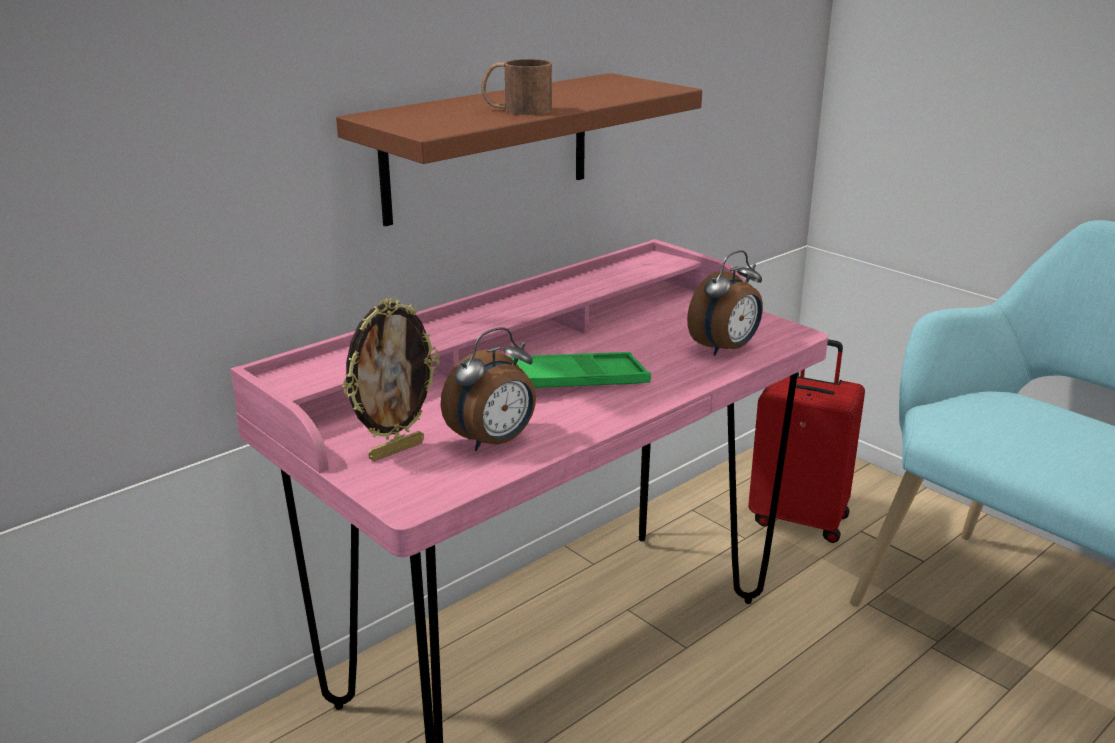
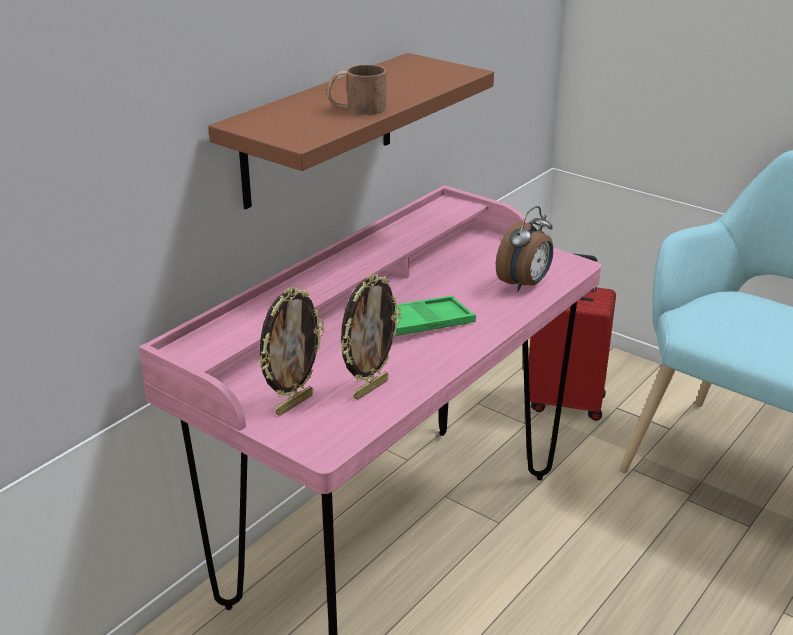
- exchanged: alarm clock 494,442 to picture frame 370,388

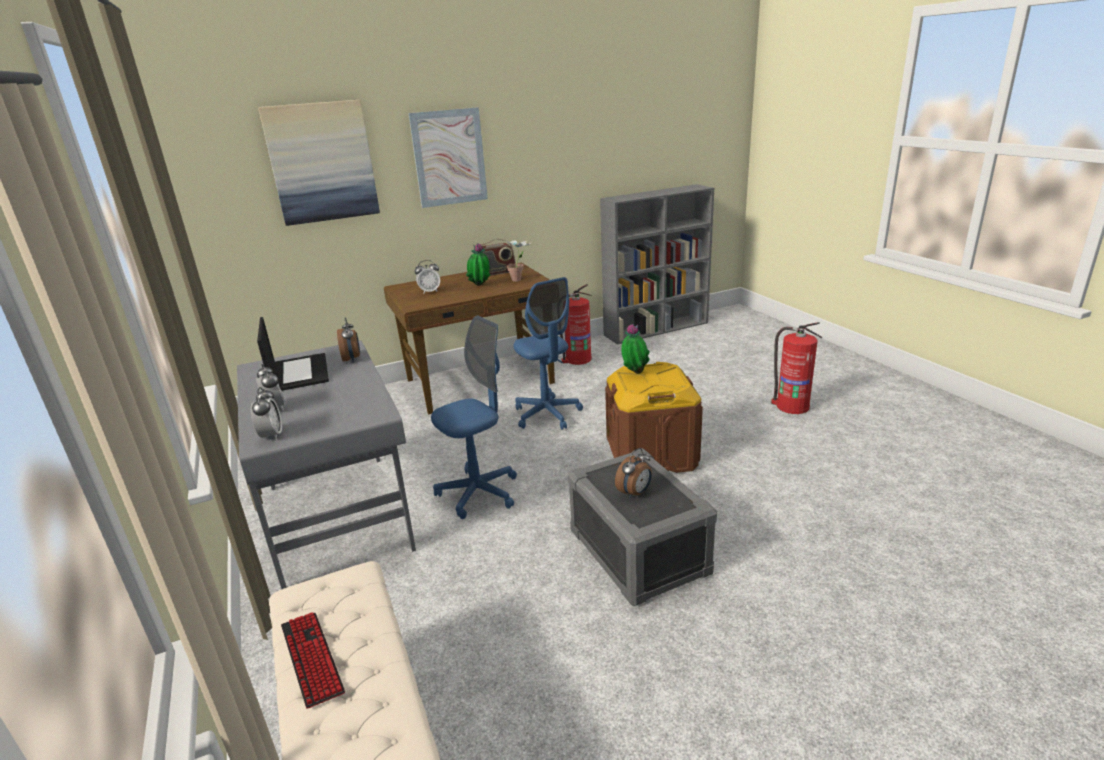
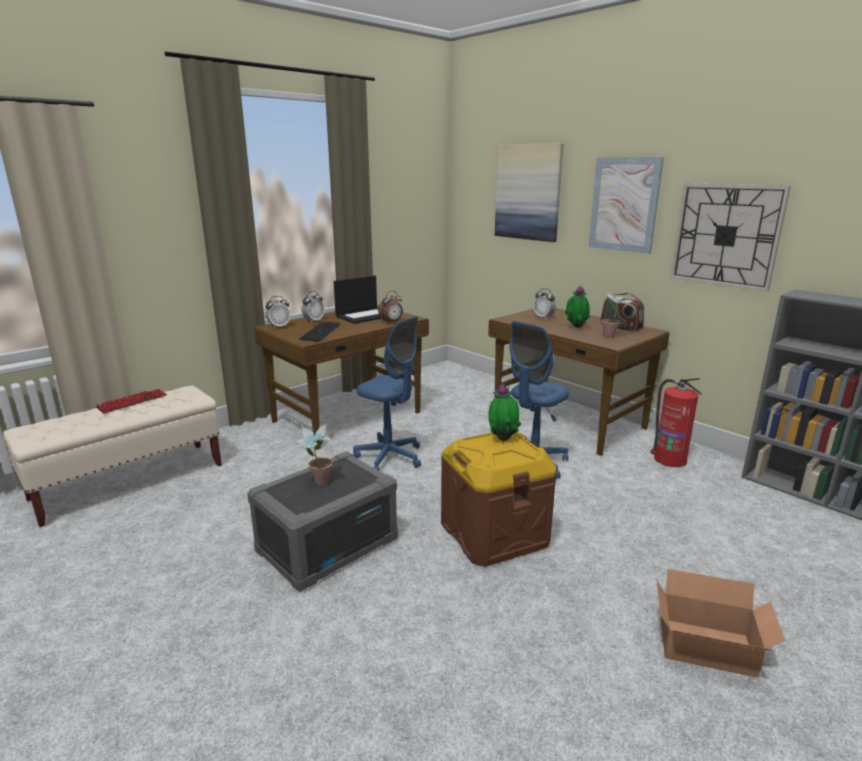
- colour: grey desk 339,514 to brown desk 349,417
- exchanged: alarm clock 635,493 to potted plant 318,484
- exchanged: fire extinguisher 791,406 to cardboard box 709,650
- appeared: keyboard 320,331
- appeared: wall clock 726,235

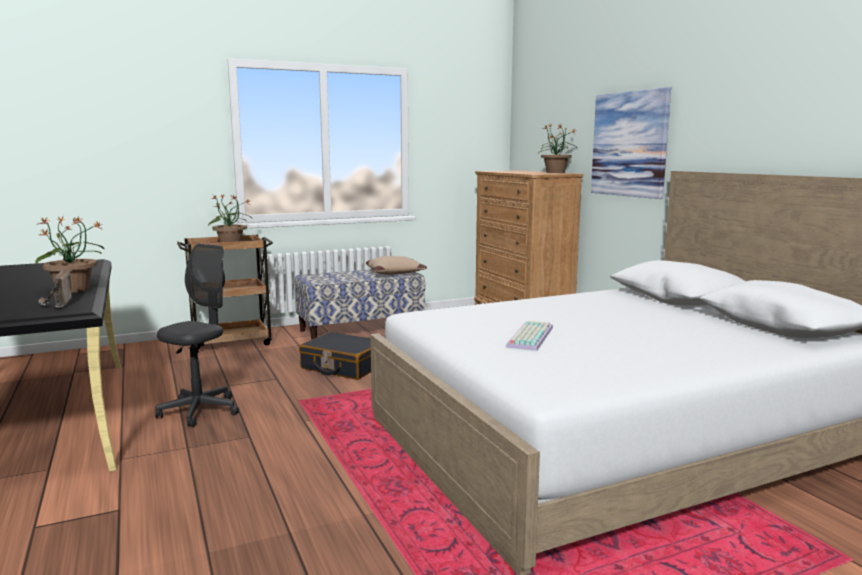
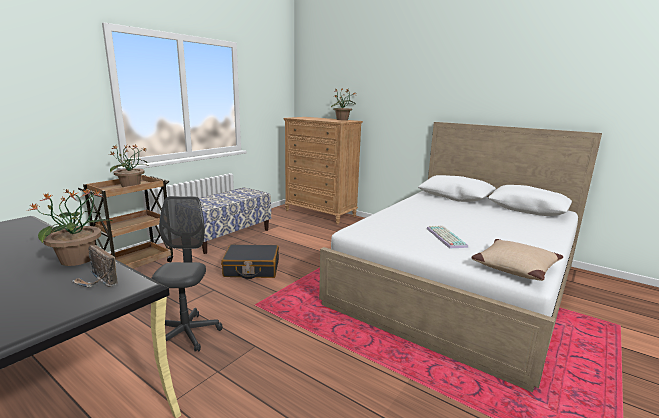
- relocated: beige pillow 395,273 to 514,267
- missing: picture 629,144

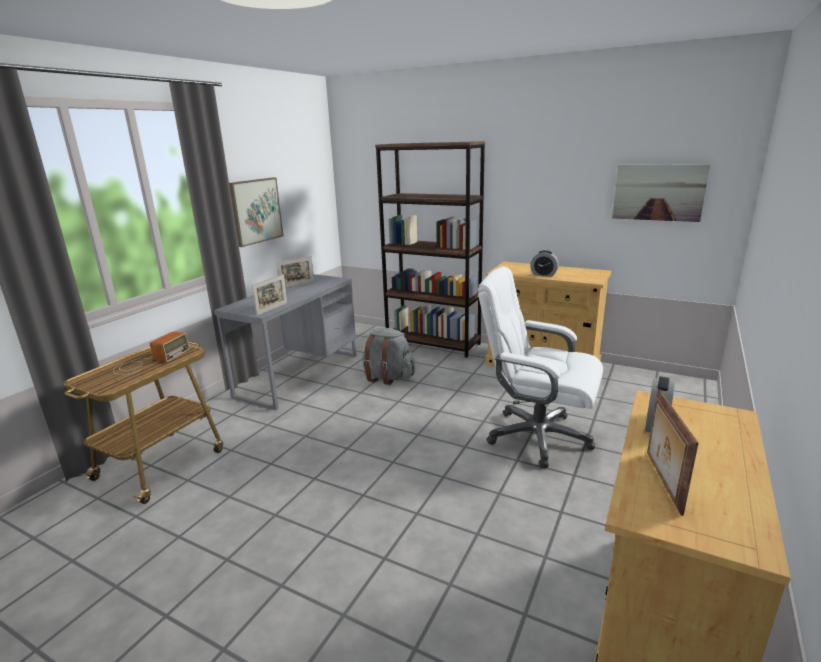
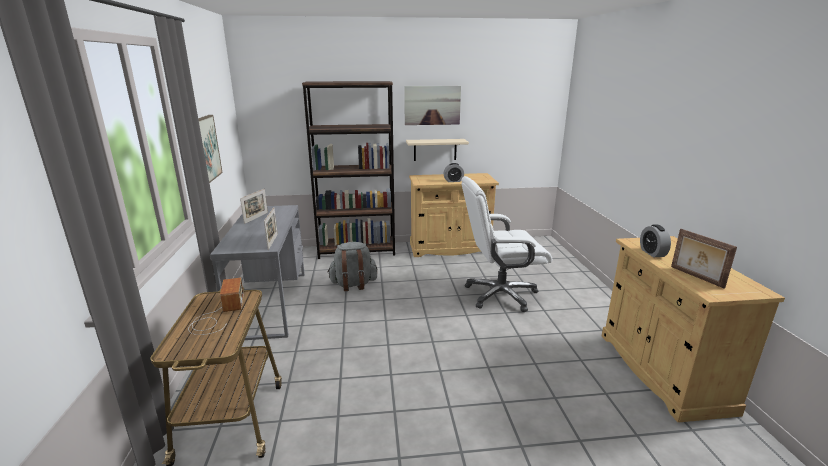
- relocated: picture 658,192 to 432,105
- appeared: beige shelf 435,149

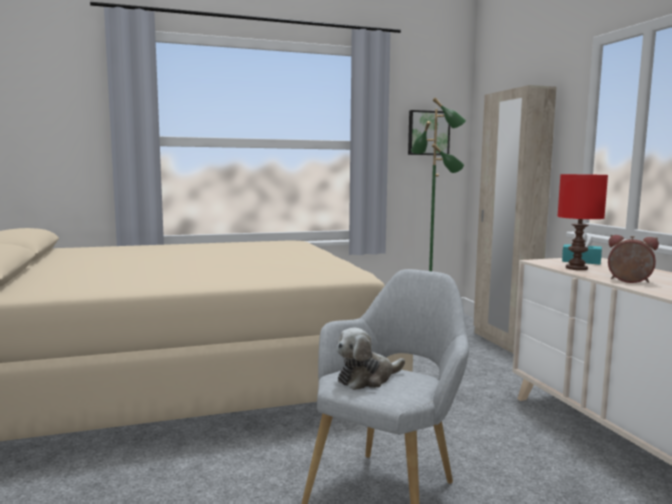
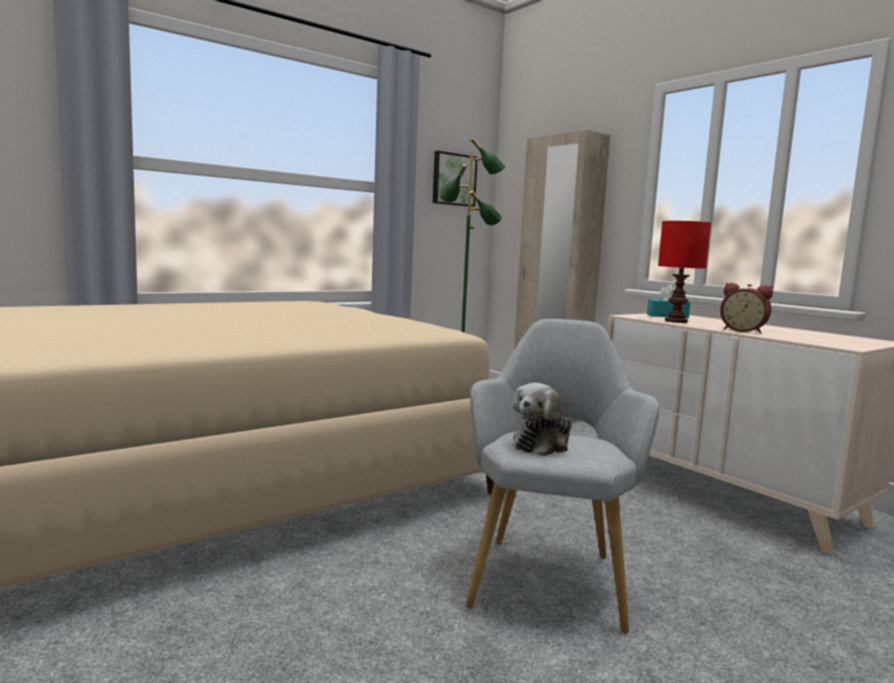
- spun: alarm clock 629,281 = 743,331 150 degrees counterclockwise

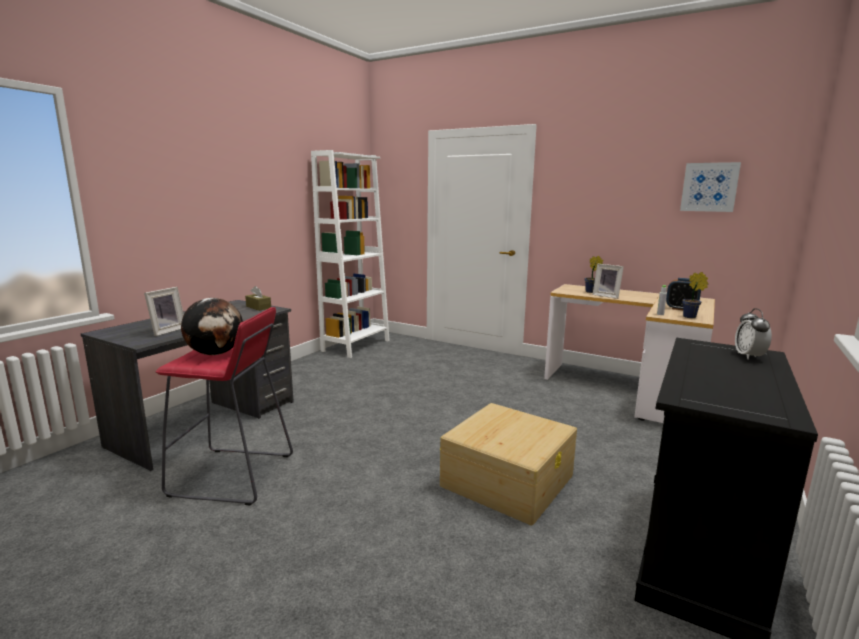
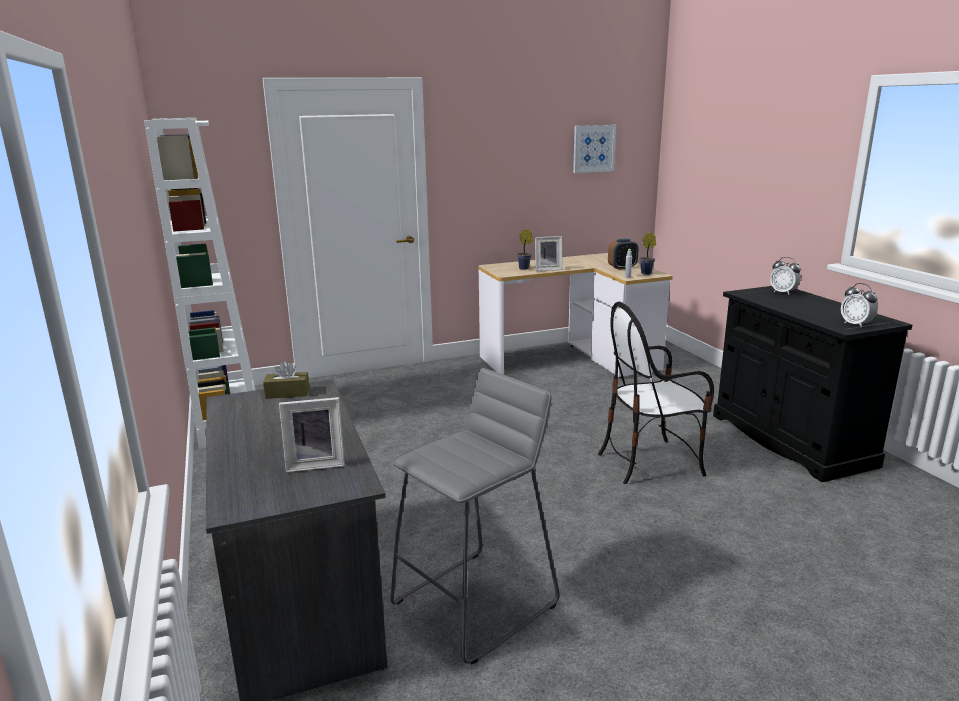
- spun: picture frame 166,331 = 316,463 105 degrees clockwise
- colour: red stool 232,475 to grey stool 476,603
- missing: globe 216,353
- exchanged: beige storage box 508,480 to chair 650,462
- appeared: alarm clock 856,324

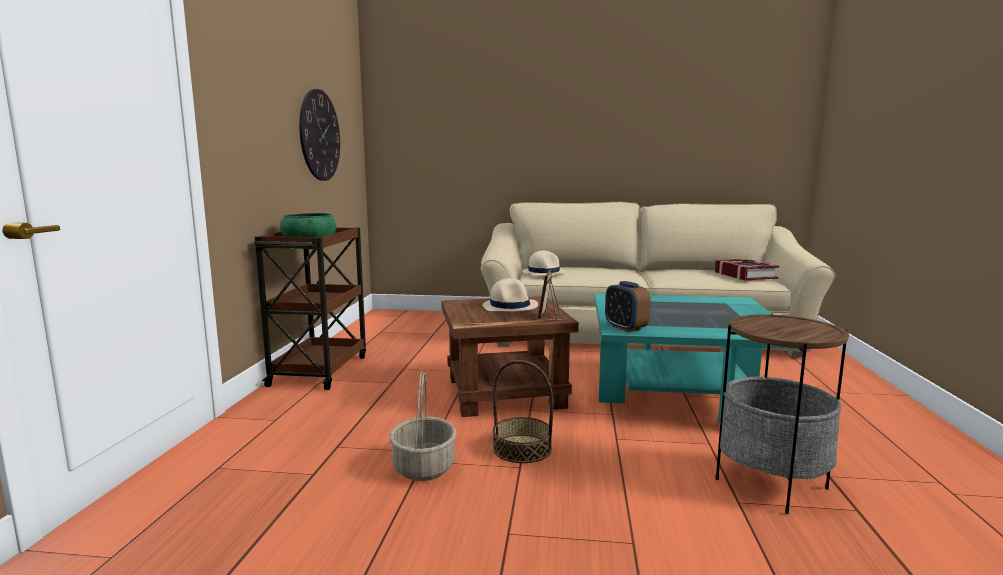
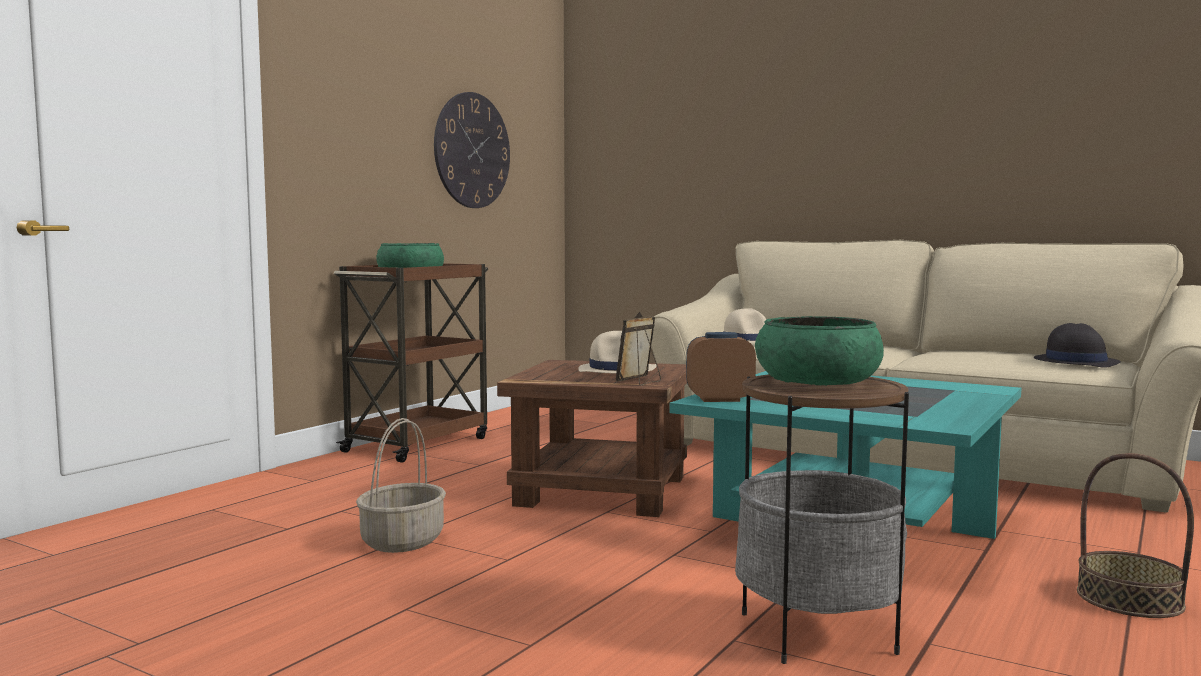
- relocated: basket 522,448 to 1130,599
- spun: alarm clock 625,328 = 719,399 90 degrees clockwise
- exchanged: book 744,275 to black hat 1075,362
- appeared: green bowl 818,381

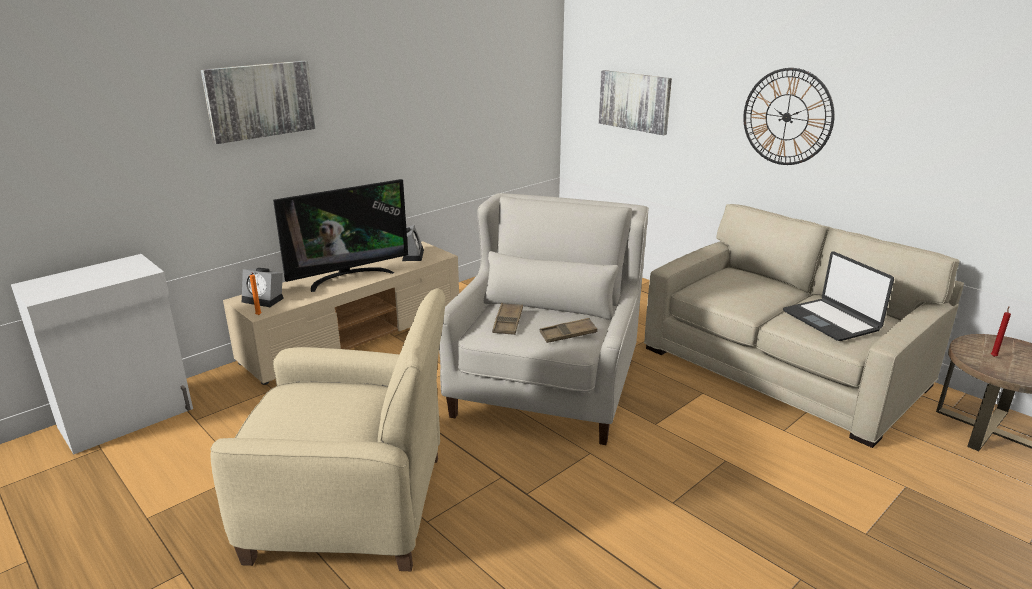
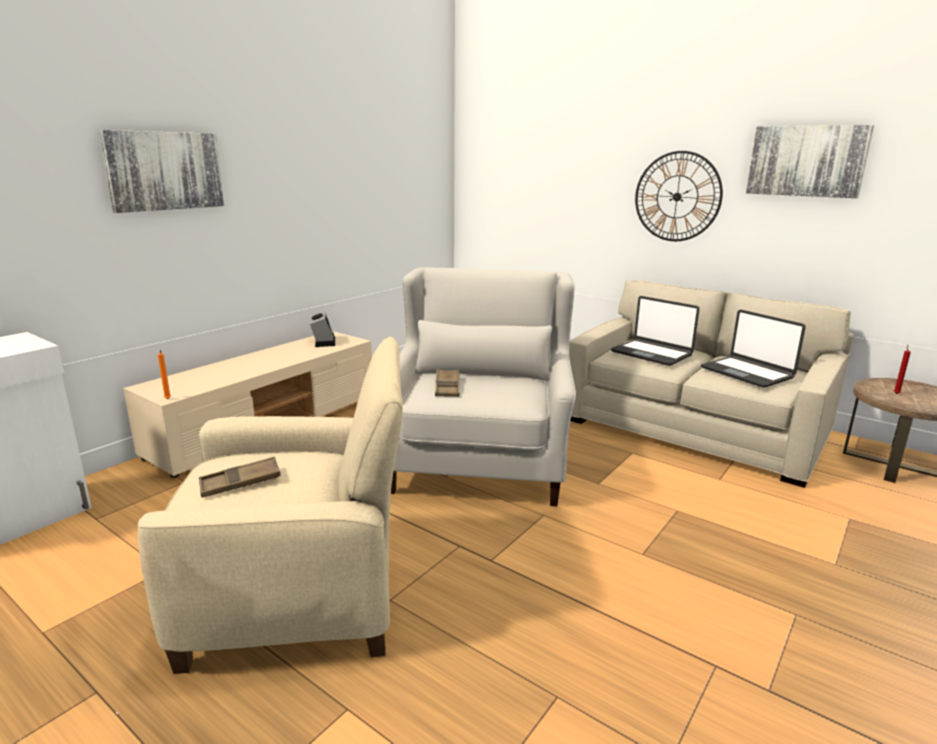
- missing: alarm clock 265,299
- missing: television 348,277
- relocated: brown tray 568,334 to 240,482
- relocated: picture 634,101 to 806,161
- appeared: laptop 652,353

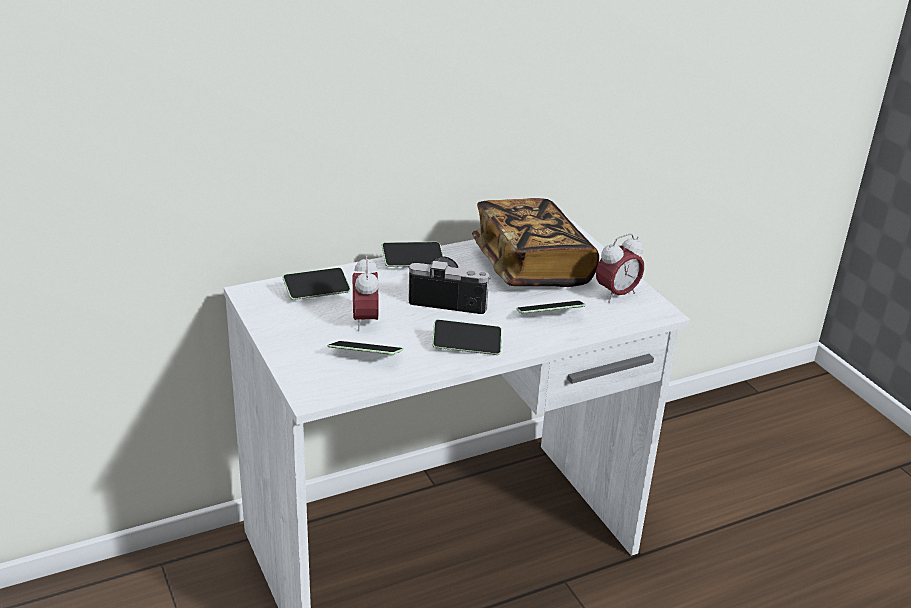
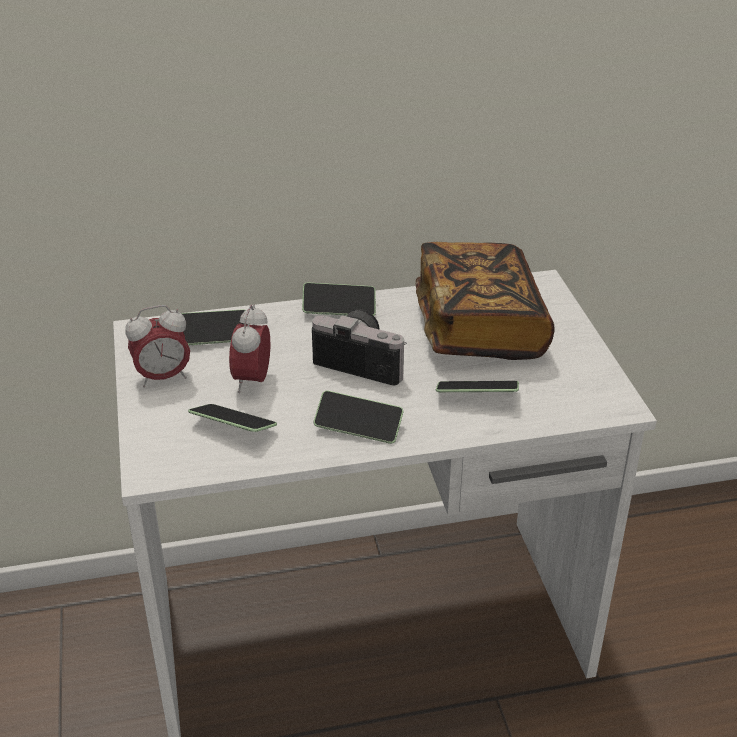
- relocated: alarm clock 616,294 to 163,377

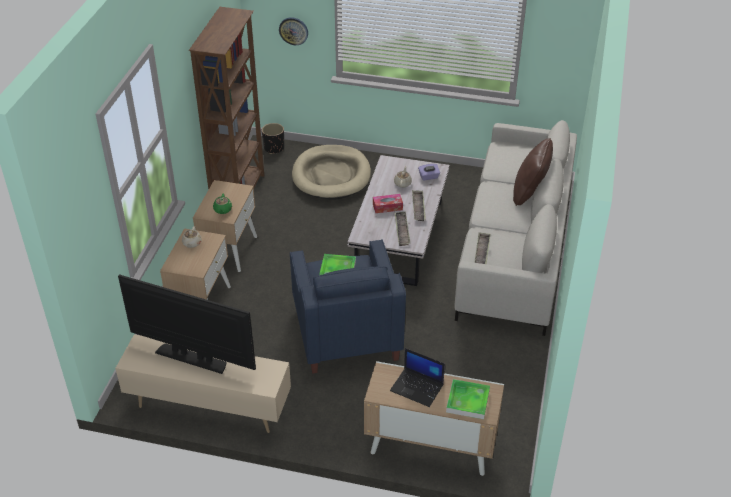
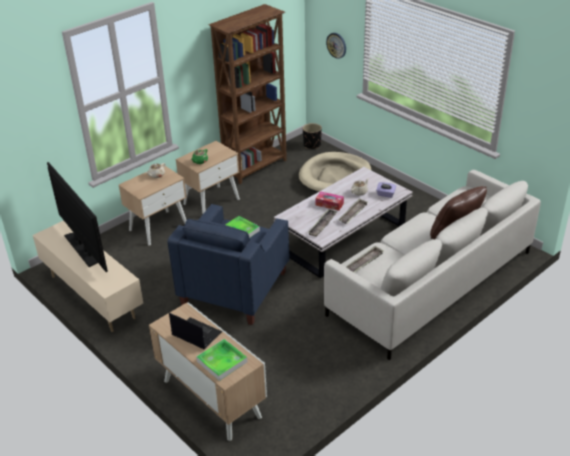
- spun: laptop 417,387 = 196,334 150 degrees clockwise

